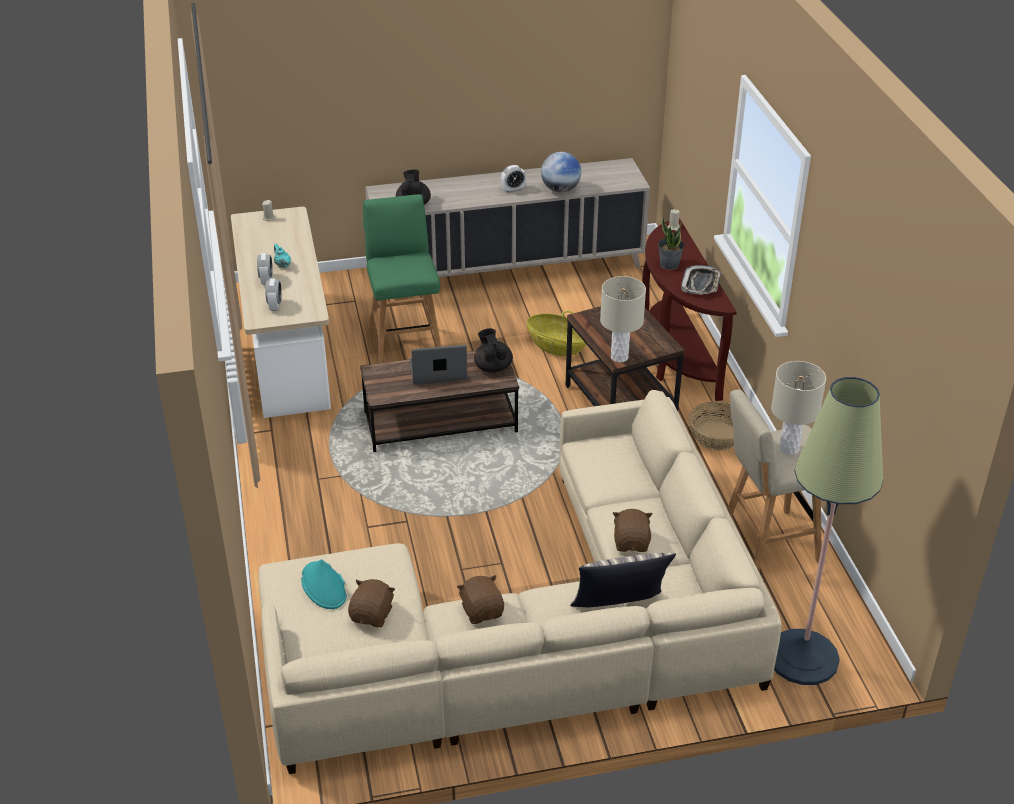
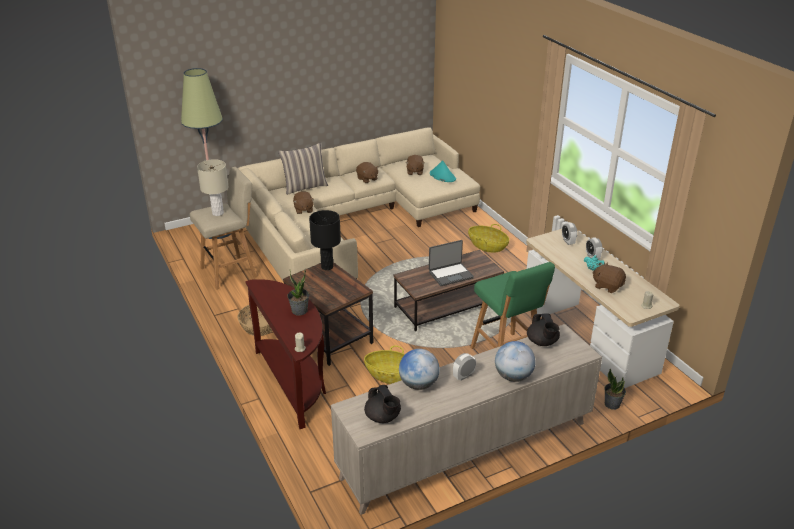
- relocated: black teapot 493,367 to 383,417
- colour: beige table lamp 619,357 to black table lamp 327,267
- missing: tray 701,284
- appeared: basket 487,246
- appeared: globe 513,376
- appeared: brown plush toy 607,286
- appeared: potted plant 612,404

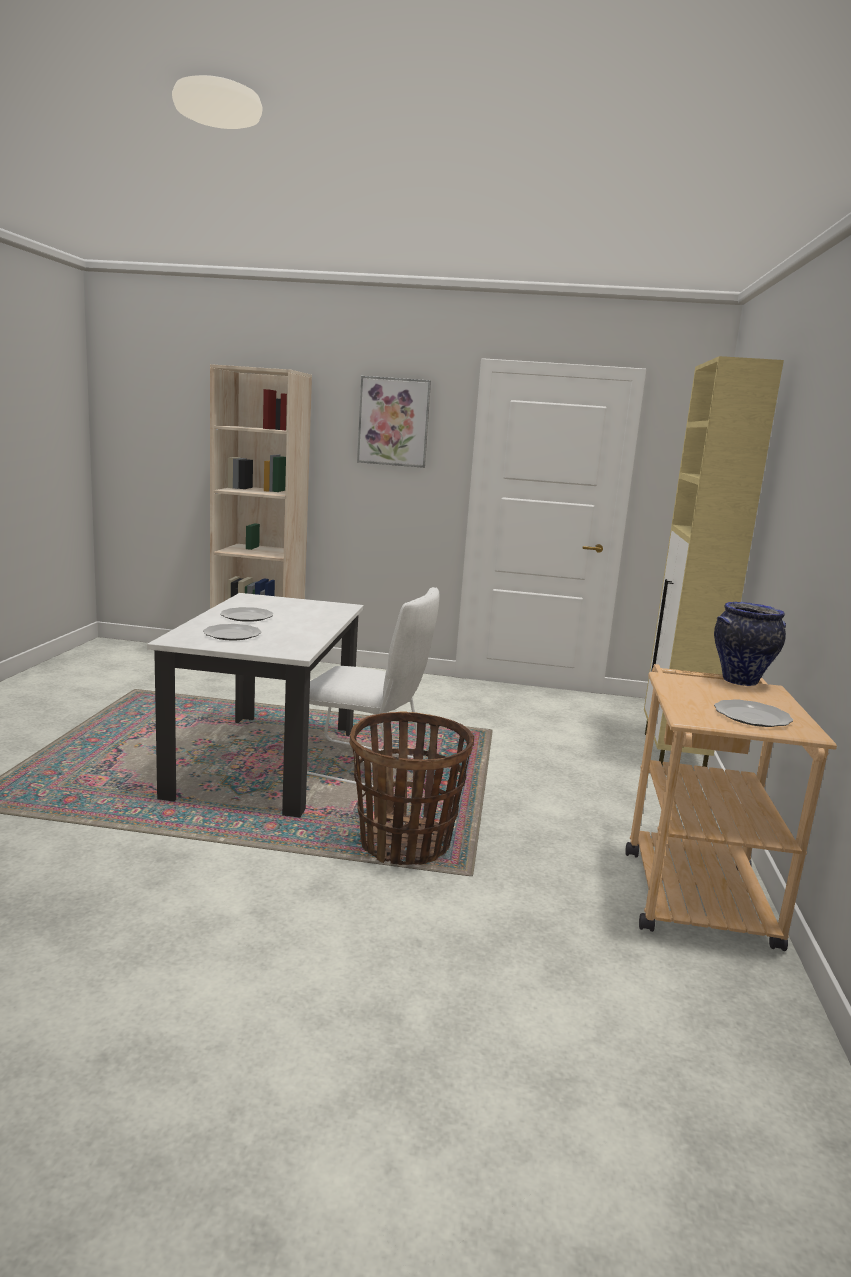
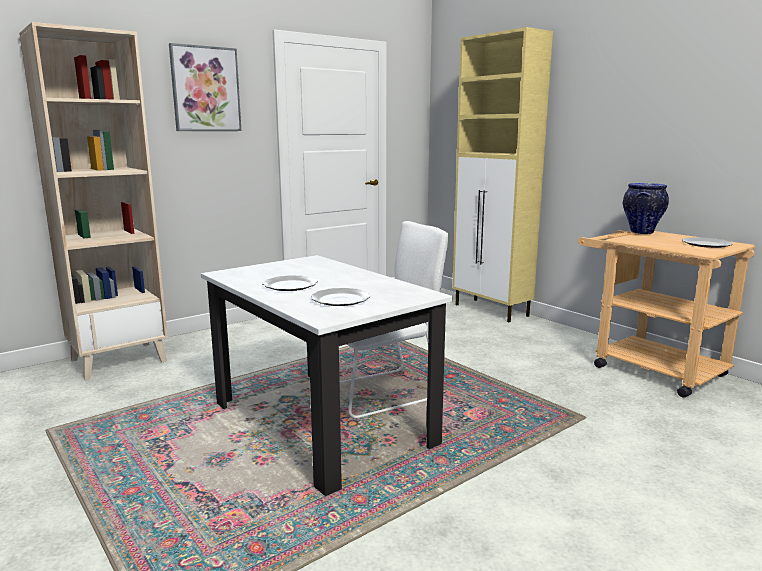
- missing: basket 405,843

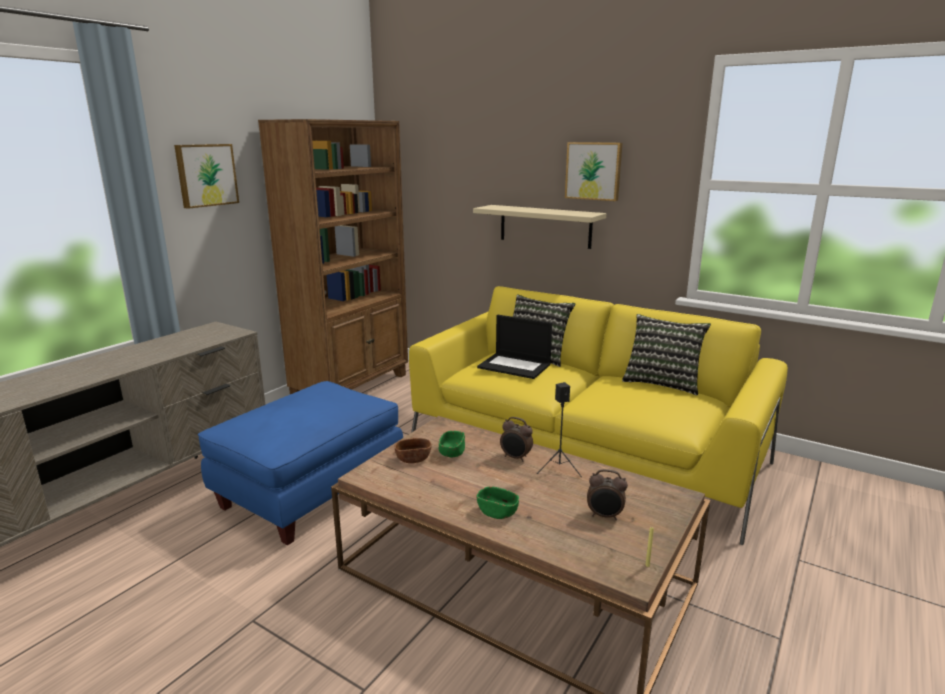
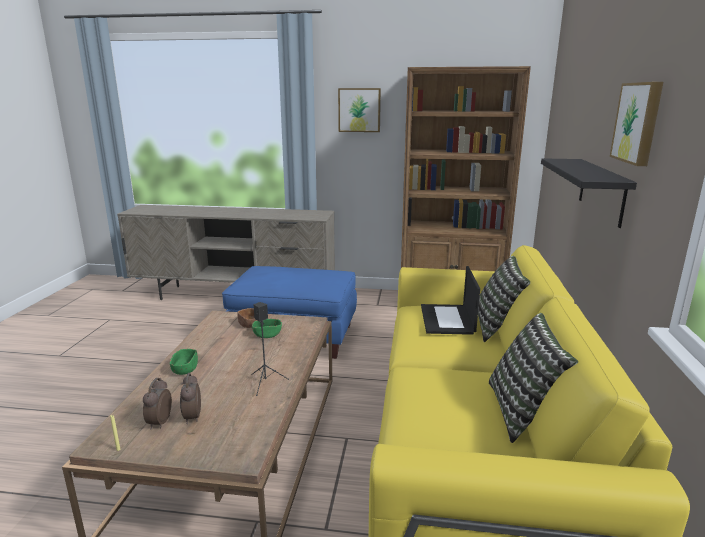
- colour: beige shelf 545,226 to black shelf 601,191
- relocated: alarm clock 515,458 to 159,423

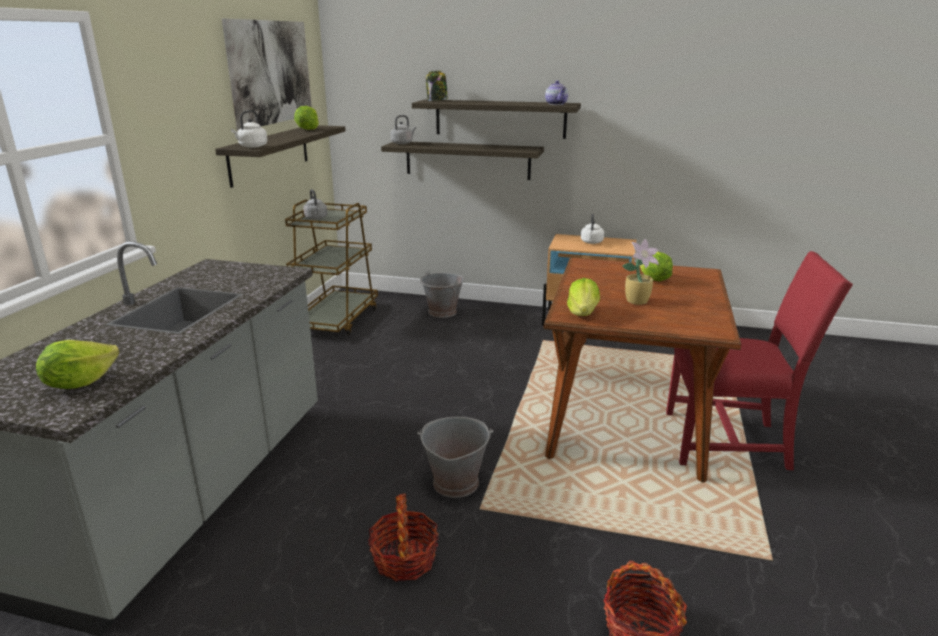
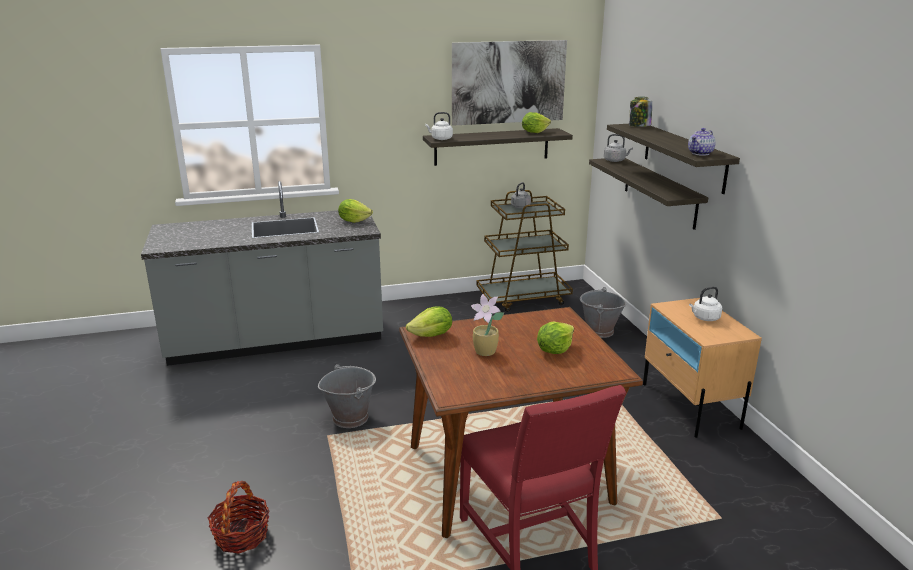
- relocated: lettuce 79,383 to 354,221
- missing: basket 404,559

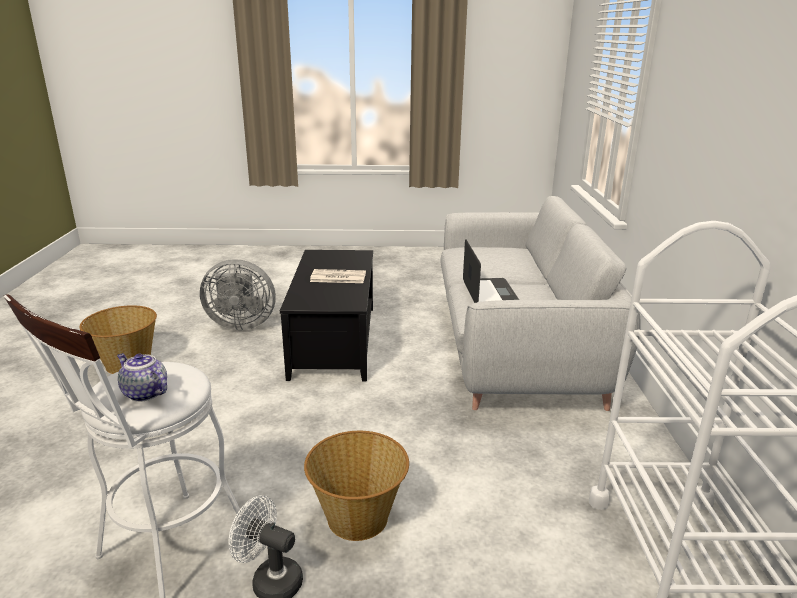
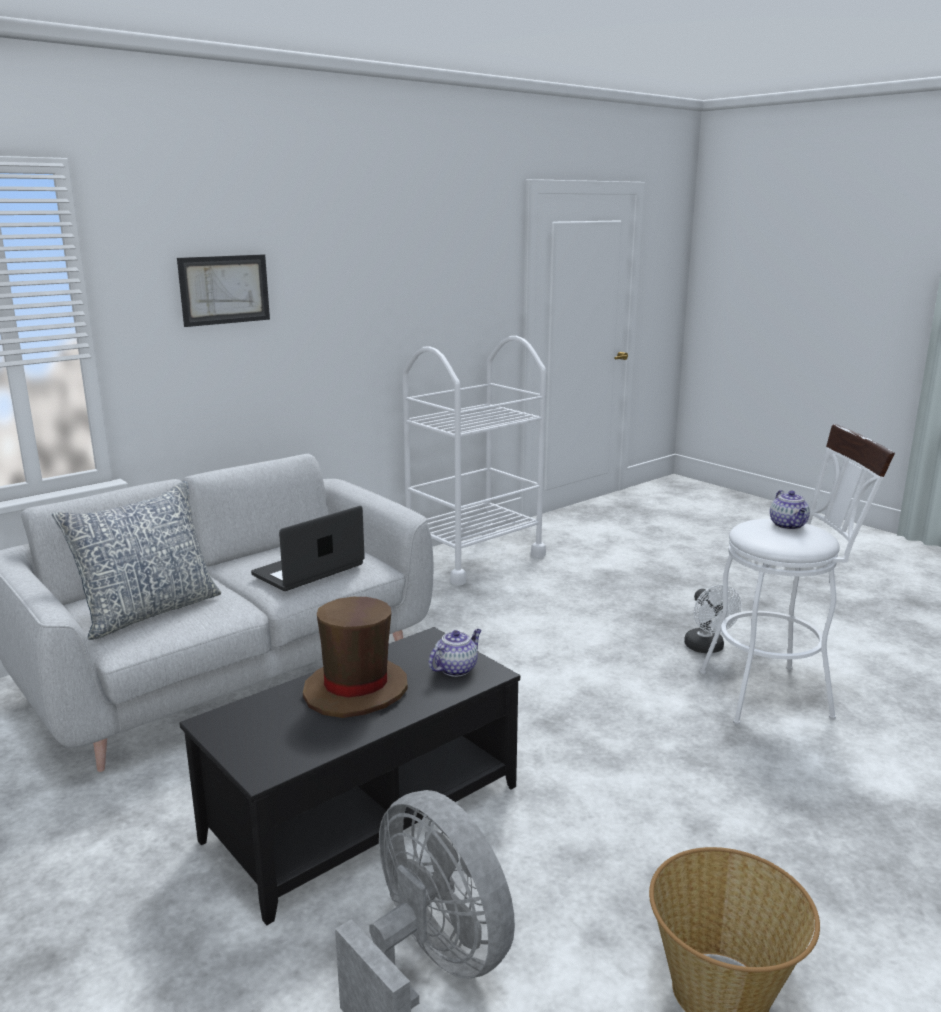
- missing: basket 358,519
- exchanged: newspaper 337,277 to brown hat 356,690
- appeared: pillow 149,611
- appeared: picture 224,289
- appeared: teapot 456,668

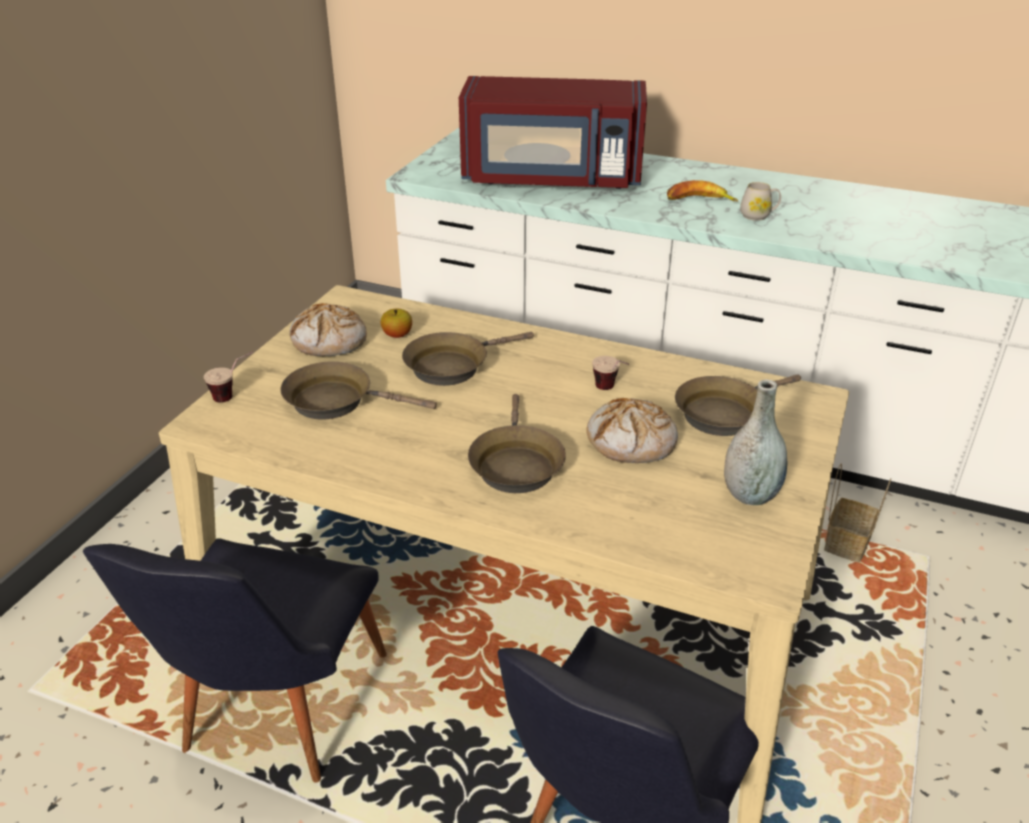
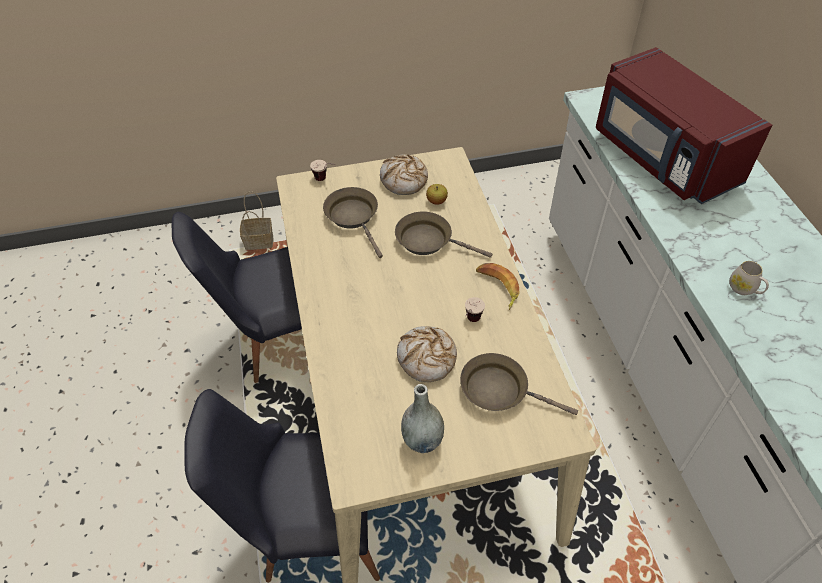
- missing: brown frying pan 515,464
- relocated: banana 699,200 to 497,287
- relocated: basket 845,543 to 260,241

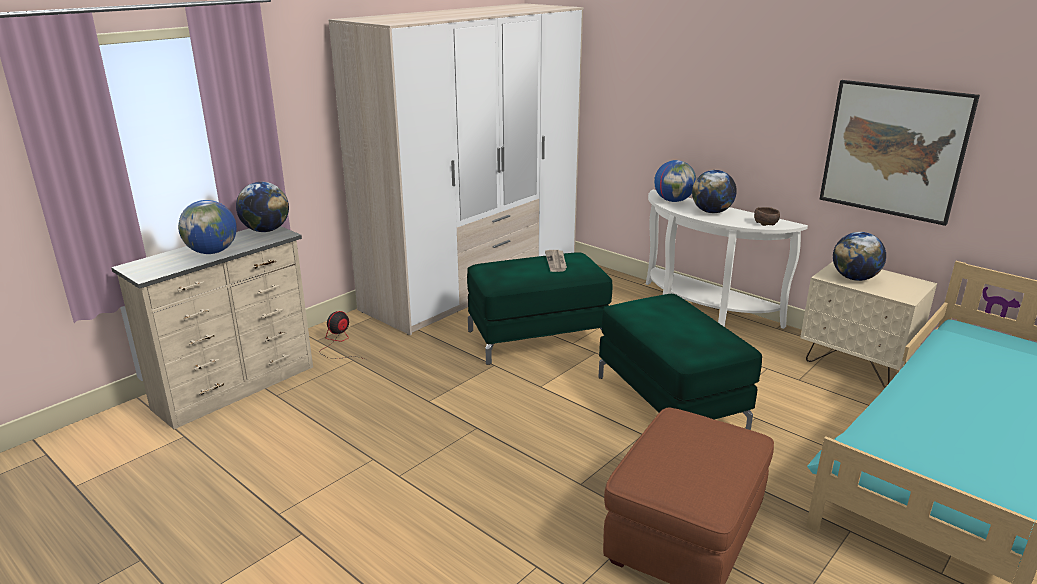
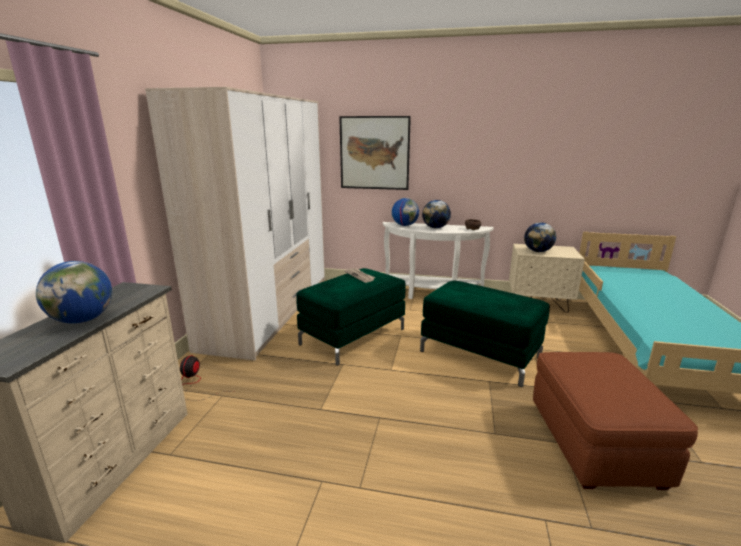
- missing: globe 266,230
- relocated: picture 894,150 to 374,153

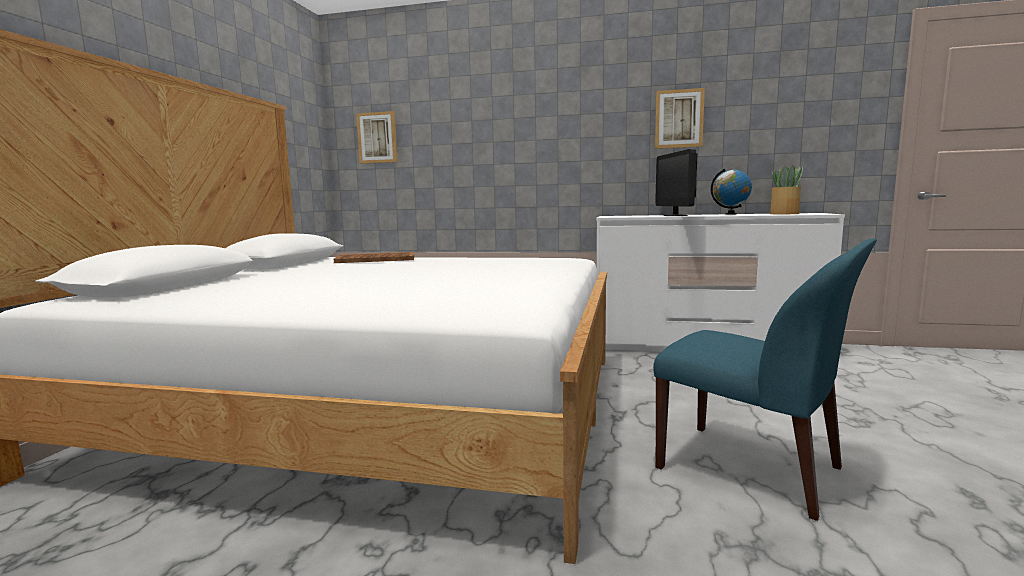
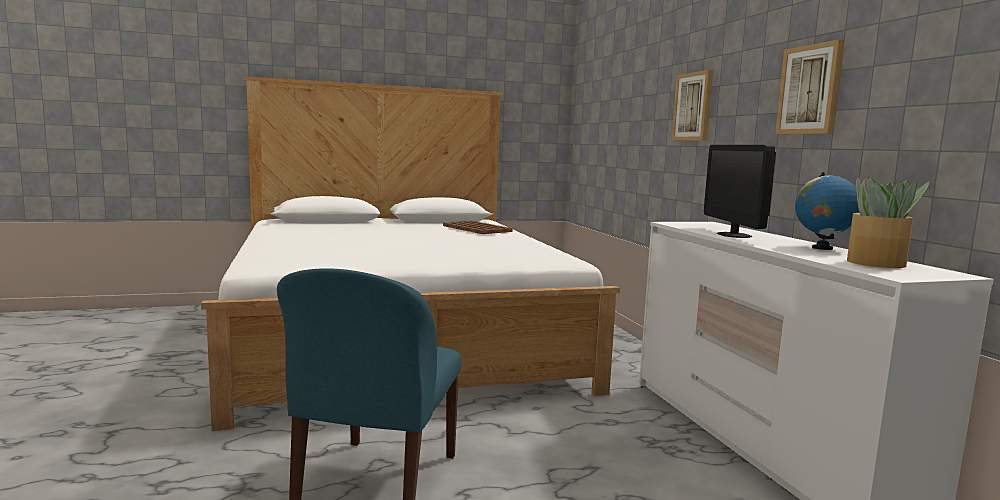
- relocated: picture 377,138 to 693,107
- spun: monitor 675,215 = 734,235 60 degrees counterclockwise

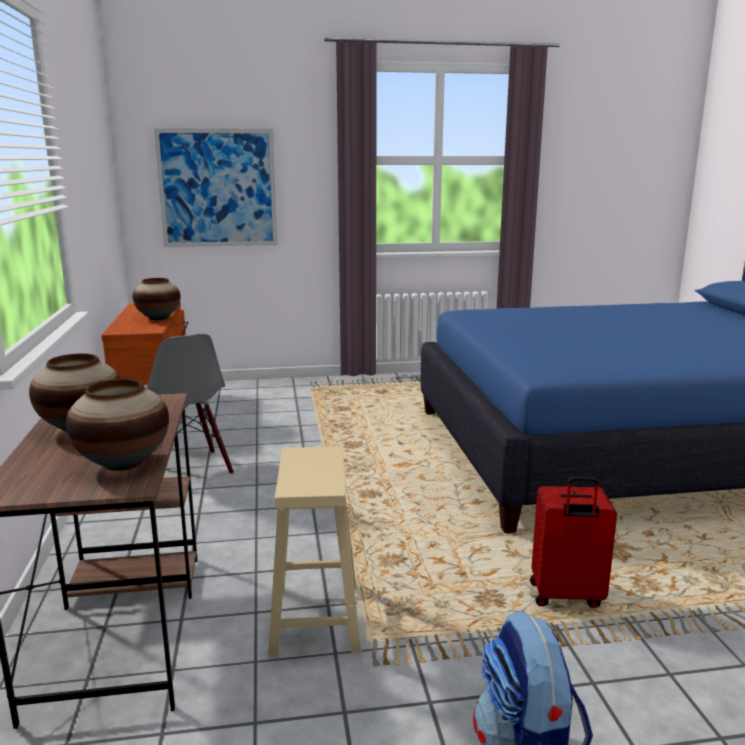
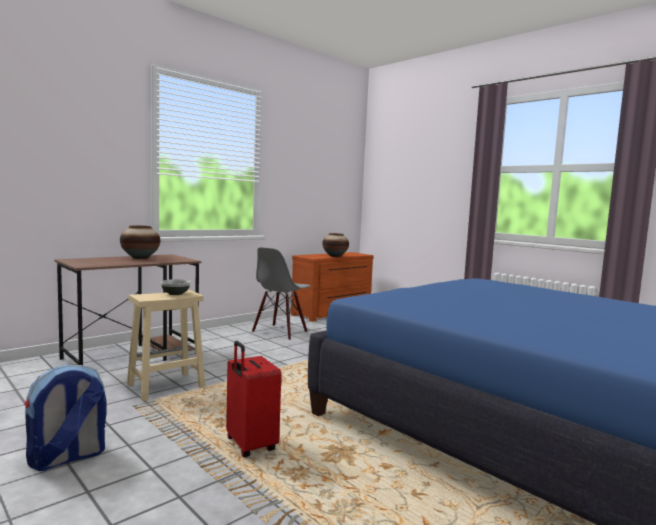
- missing: vase 123,463
- missing: picture 217,188
- appeared: bowl 175,293

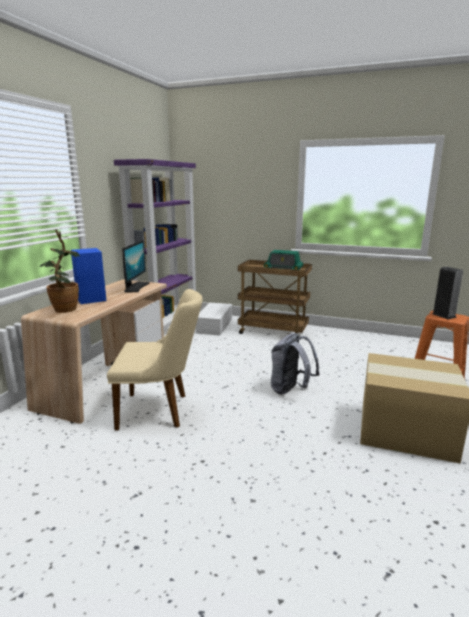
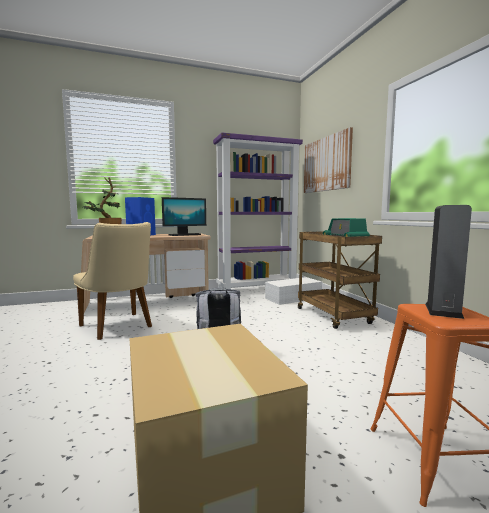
- appeared: picture 326,164

